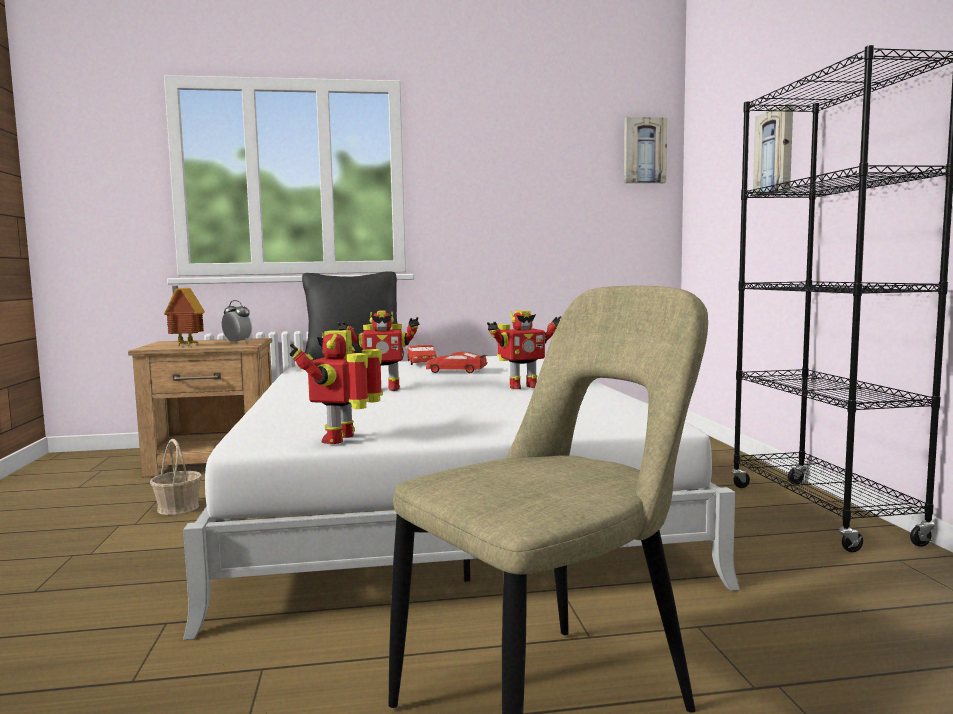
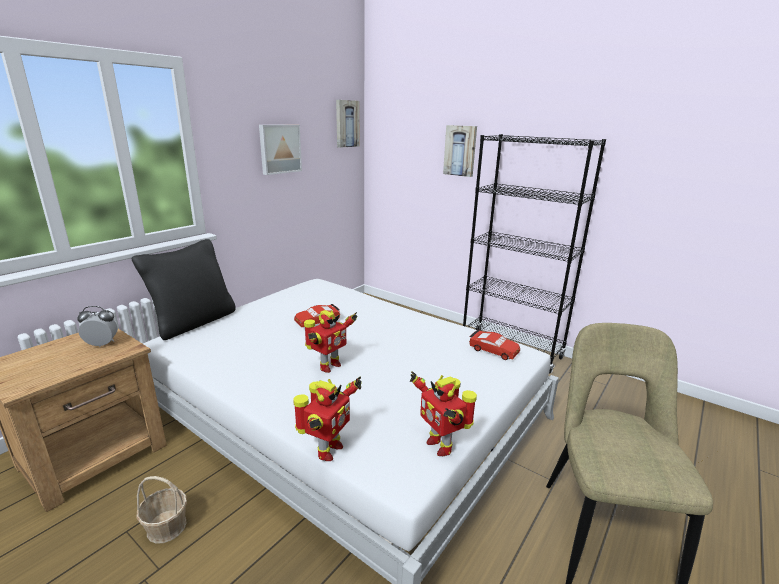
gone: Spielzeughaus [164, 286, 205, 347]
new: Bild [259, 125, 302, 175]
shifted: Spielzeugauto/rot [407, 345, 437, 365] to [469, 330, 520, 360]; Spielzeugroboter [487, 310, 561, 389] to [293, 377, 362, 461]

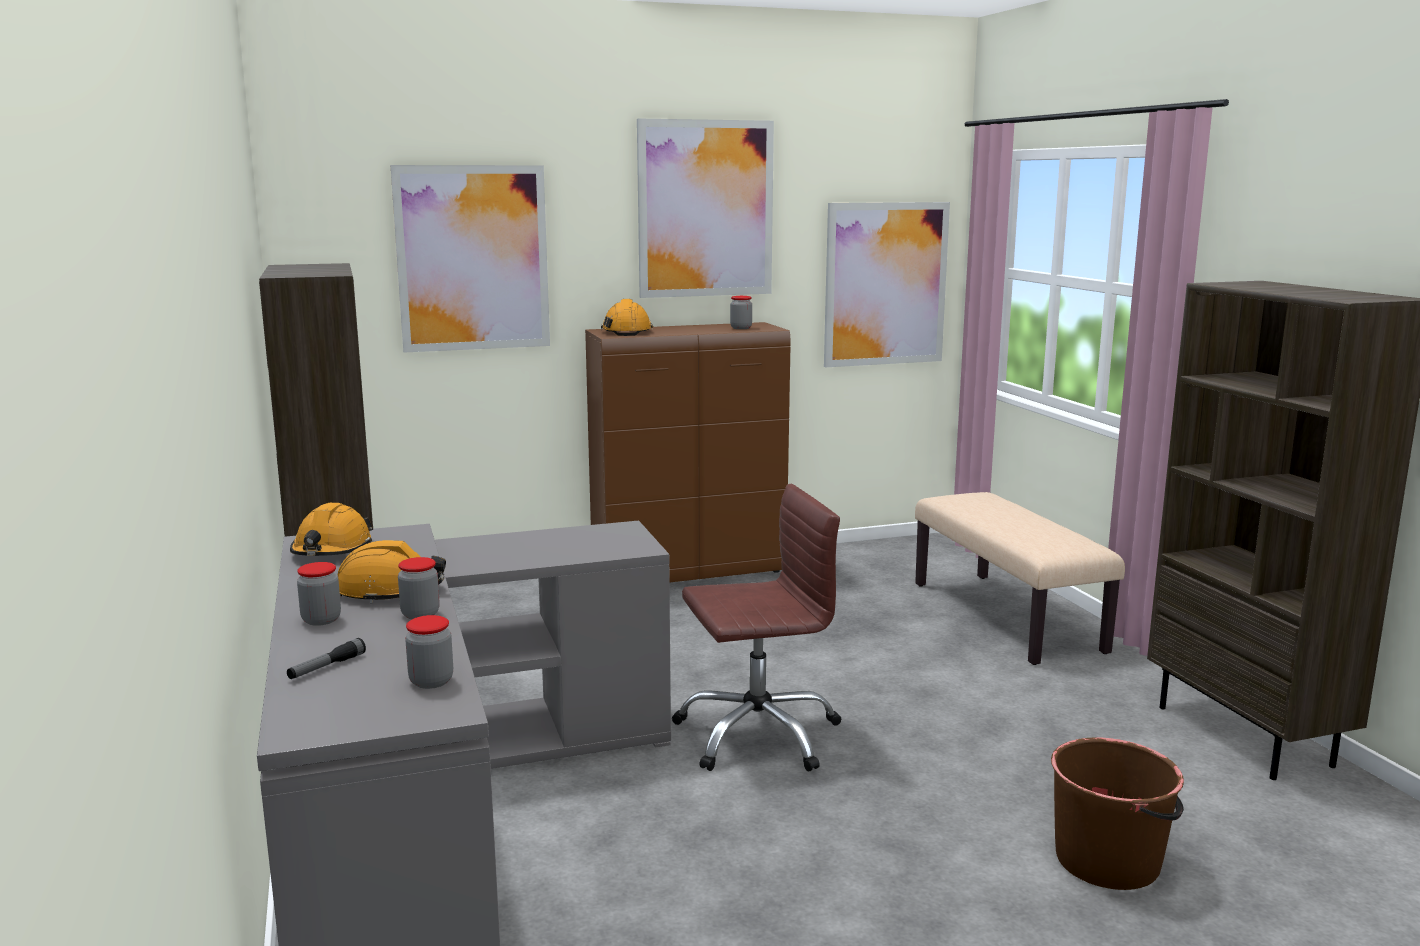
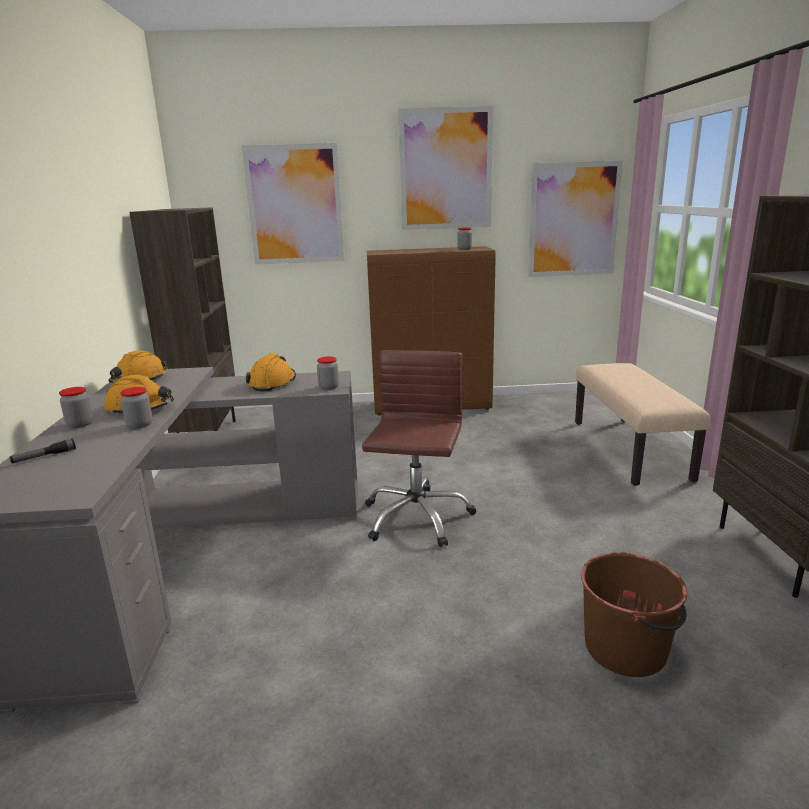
shifted: Vorratsglas [405, 615, 453, 689] to [317, 357, 339, 390]; Schutzhelm/orange [601, 299, 653, 336] to [246, 353, 296, 391]
rotated: Bürostuhl/braun [672, 484, 841, 772] = [362, 350, 476, 547] 75 degrees counterclockwise

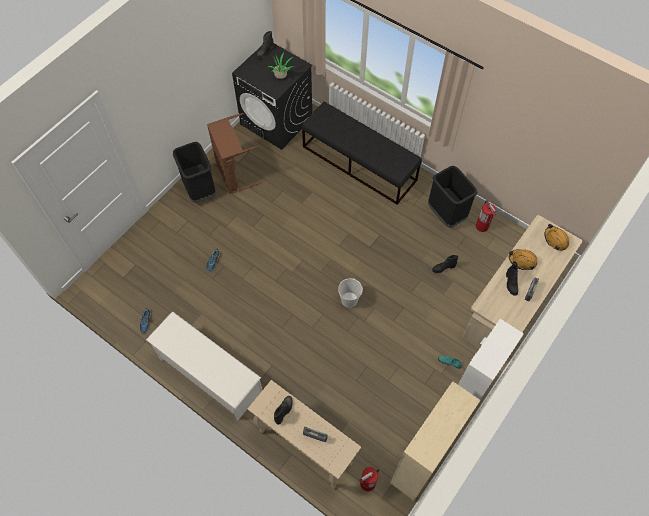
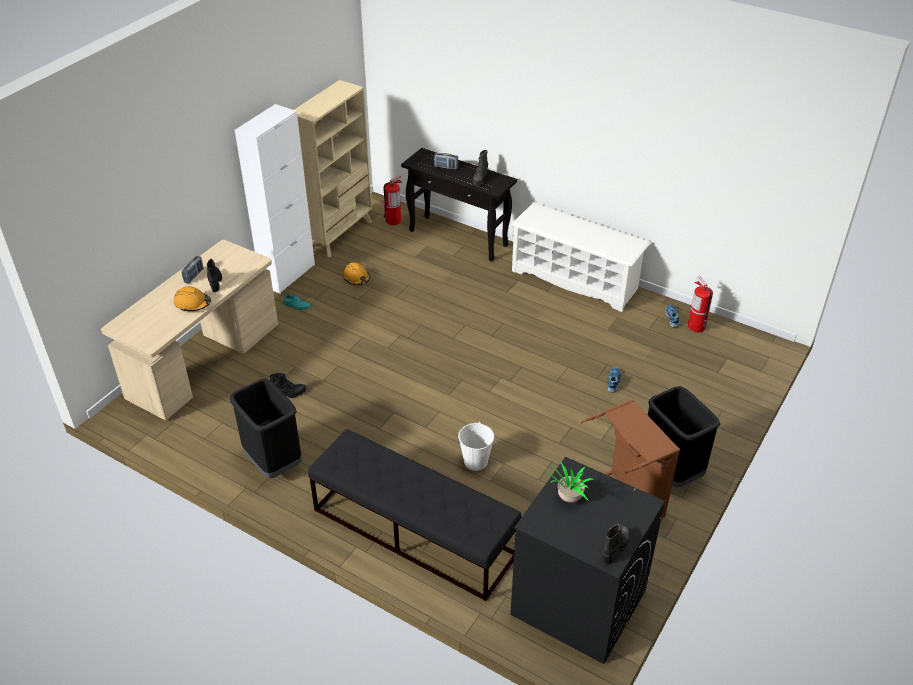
shifted: Eimer/weiß [338, 279, 363, 308] to [458, 422, 494, 471]; Feuerlöscher [476, 200, 496, 232] to [688, 276, 713, 332]; Schutzhelm/orange [544, 224, 569, 251] to [343, 262, 370, 285]
repainted: Konsolentisch/beige [248, 380, 361, 489] to Konsolentisch/schwarz [401, 148, 517, 261]

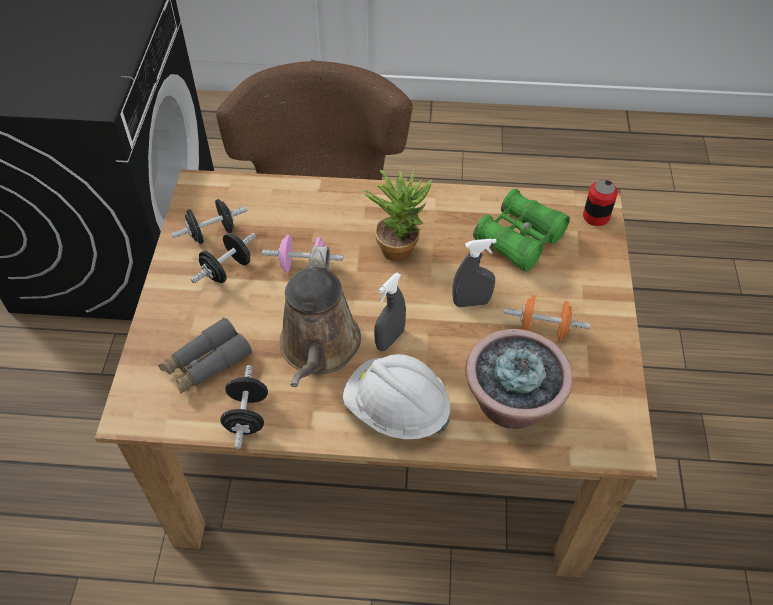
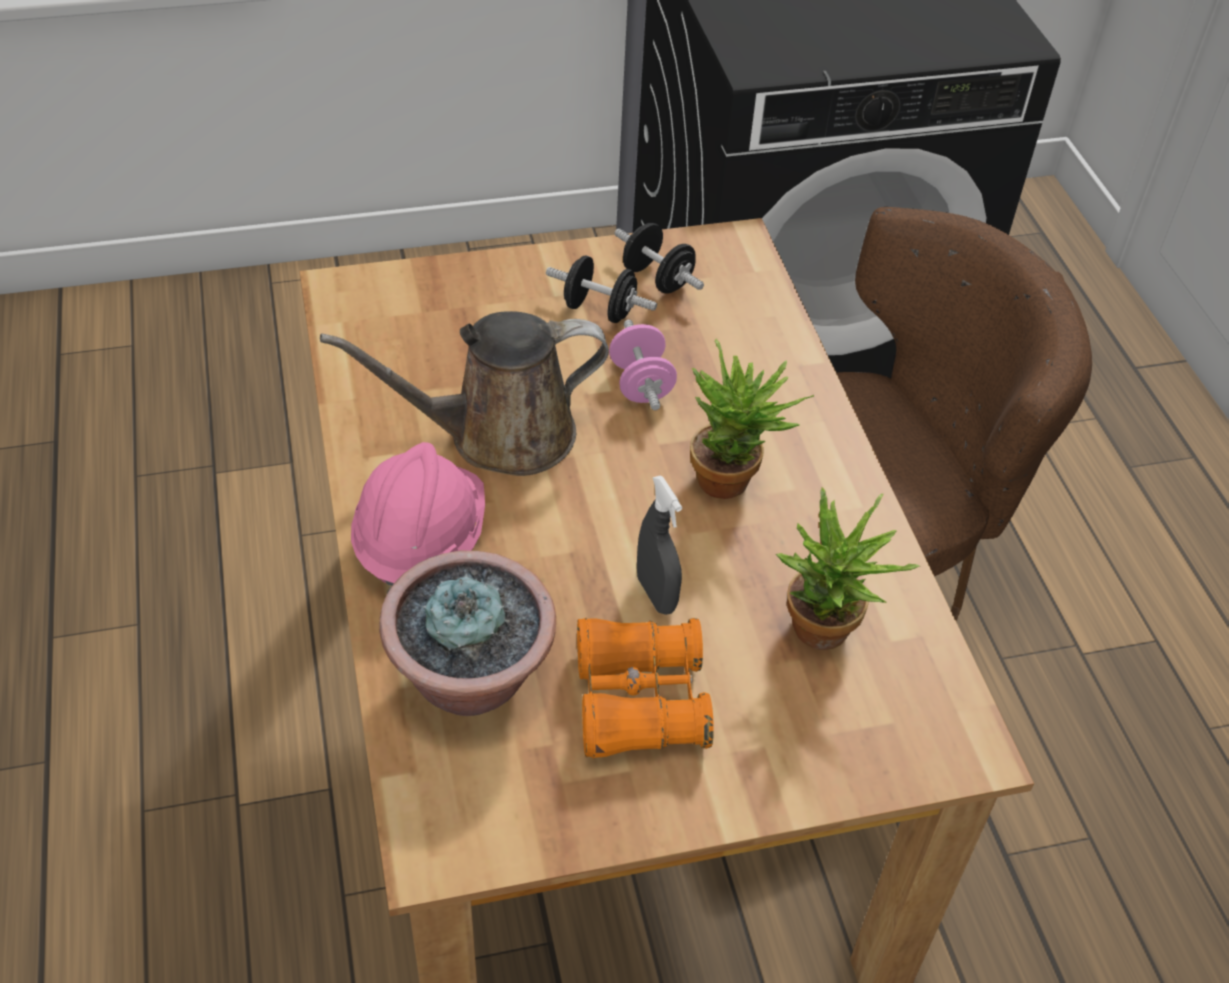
gone: Fernglas/grau [158, 318, 252, 394]; Hantel/schwarz [220, 365, 268, 449]; Sprühflasche/grau [374, 273, 406, 351]; Dose [583, 180, 618, 226]
swapped: Fernglas/grün [473, 189, 570, 272] to Topfpflanze [776, 488, 920, 650]; Hantel/orange [503, 295, 590, 340] to Fernglas/orange [577, 618, 714, 758]
repainted: Schutzhelm/weiß [343, 354, 451, 439] to Schutzhelm/rosa [351, 442, 485, 593]

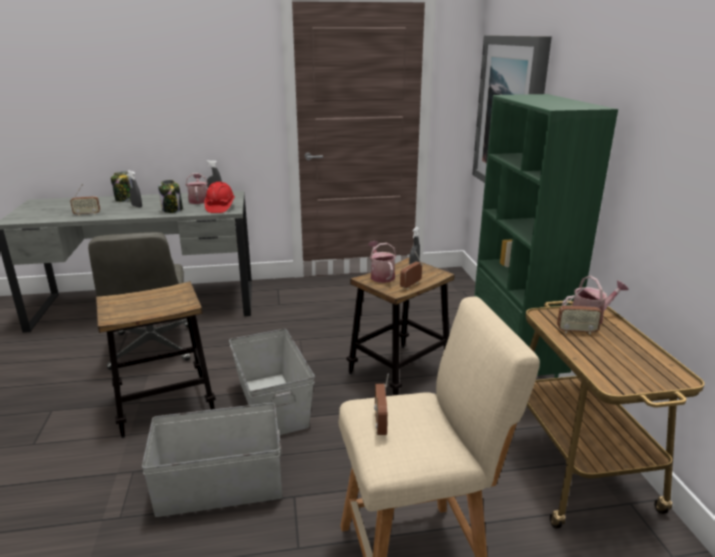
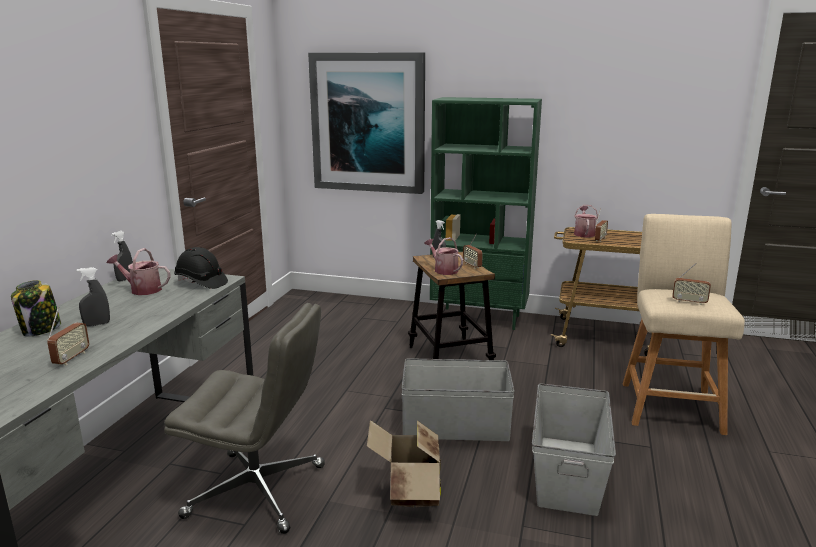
gone: Vorratsglas [158, 180, 183, 213]
swapped: Hocker [96, 281, 216, 438] to Karton [367, 420, 441, 507]
repainted: Schutzhelm/rot [204, 182, 235, 213] to Schutzhelm/schwarz [174, 247, 228, 289]
rotated: Gießkanne [368, 241, 397, 283] = [424, 237, 463, 275] 45 degrees clockwise

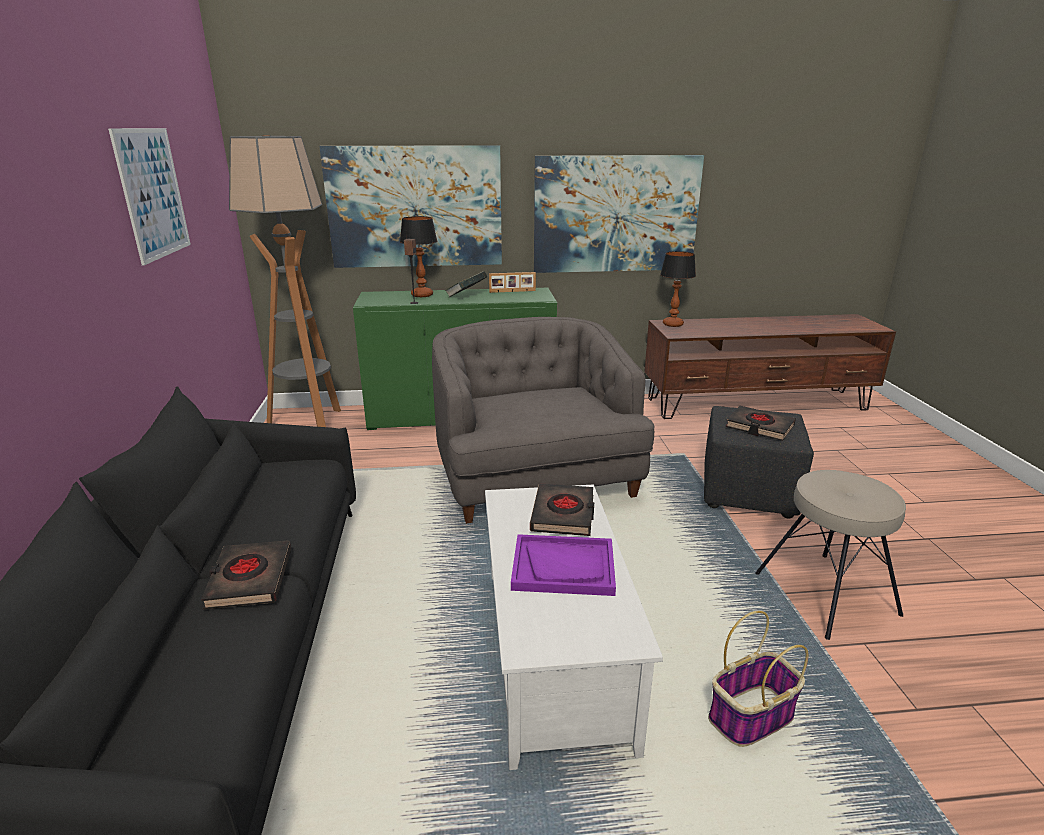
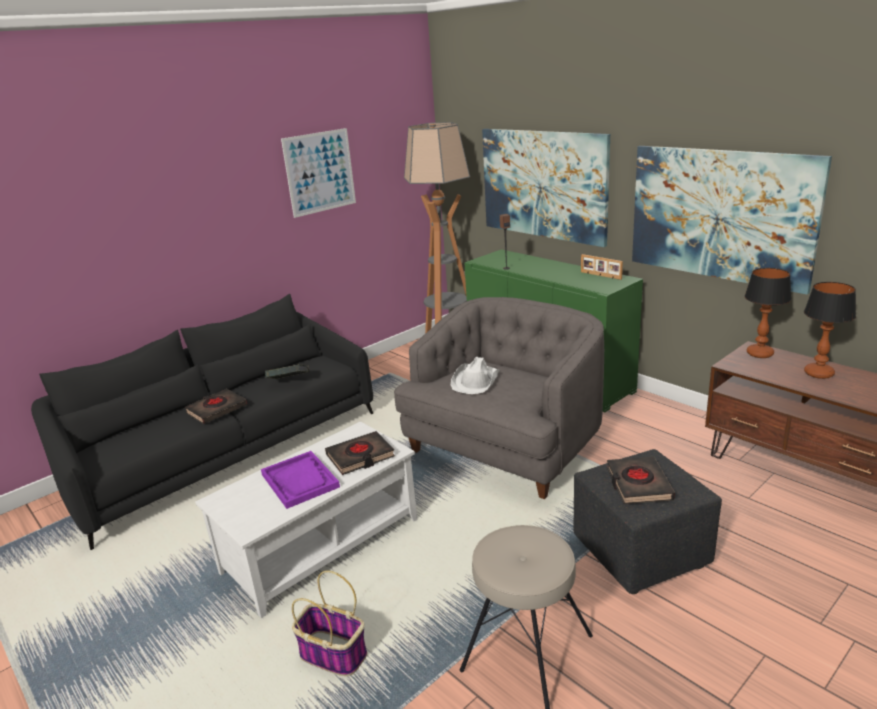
new: Hut/weiß [451, 357, 500, 394]
shifted: Tischlampe [400, 216, 437, 297] to [804, 282, 856, 379]; Buch [445, 271, 487, 297] to [265, 364, 310, 379]

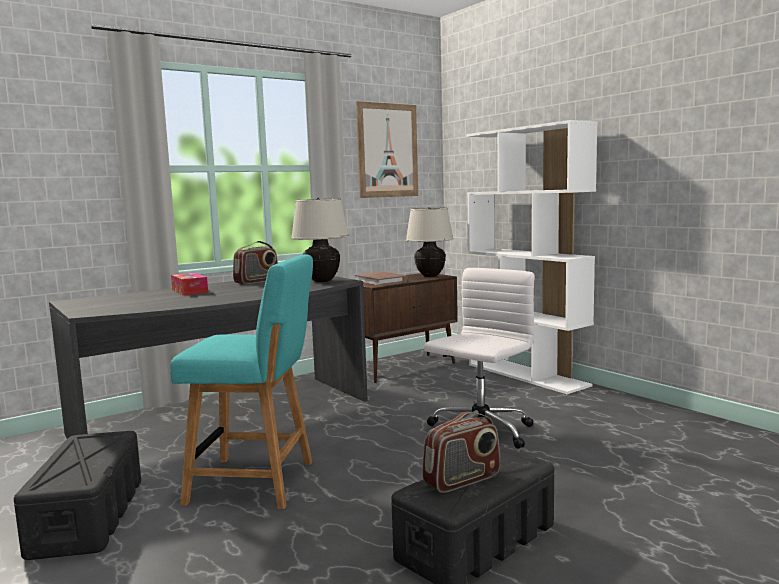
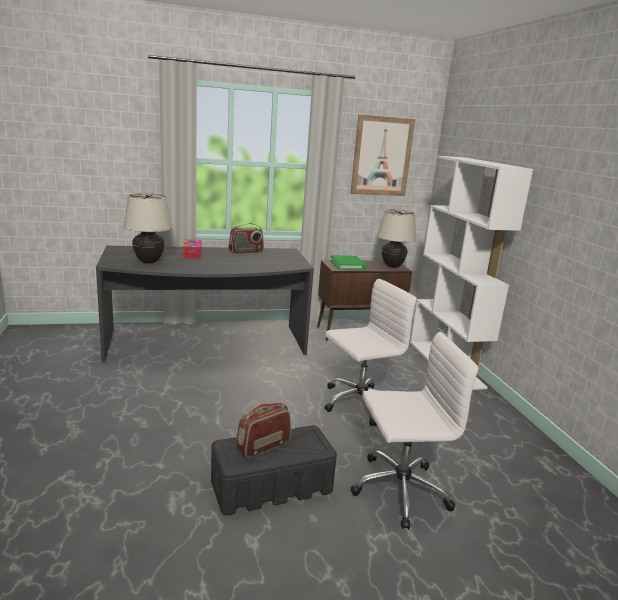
gone: Aufbewahrungsbox/schwarz [14, 431, 141, 560]; Stuhl/türkis [170, 254, 313, 509]
new: Bürostuhl/weiß [351, 332, 478, 530]
shifted: Tischlampe/beige [291, 198, 349, 282] to [123, 193, 172, 264]
repainted: Buch/braun [355, 271, 408, 286] to Buch/grün [330, 255, 367, 270]
rotated: Radio [422, 412, 501, 493] = [236, 403, 291, 458] 150 degrees clockwise

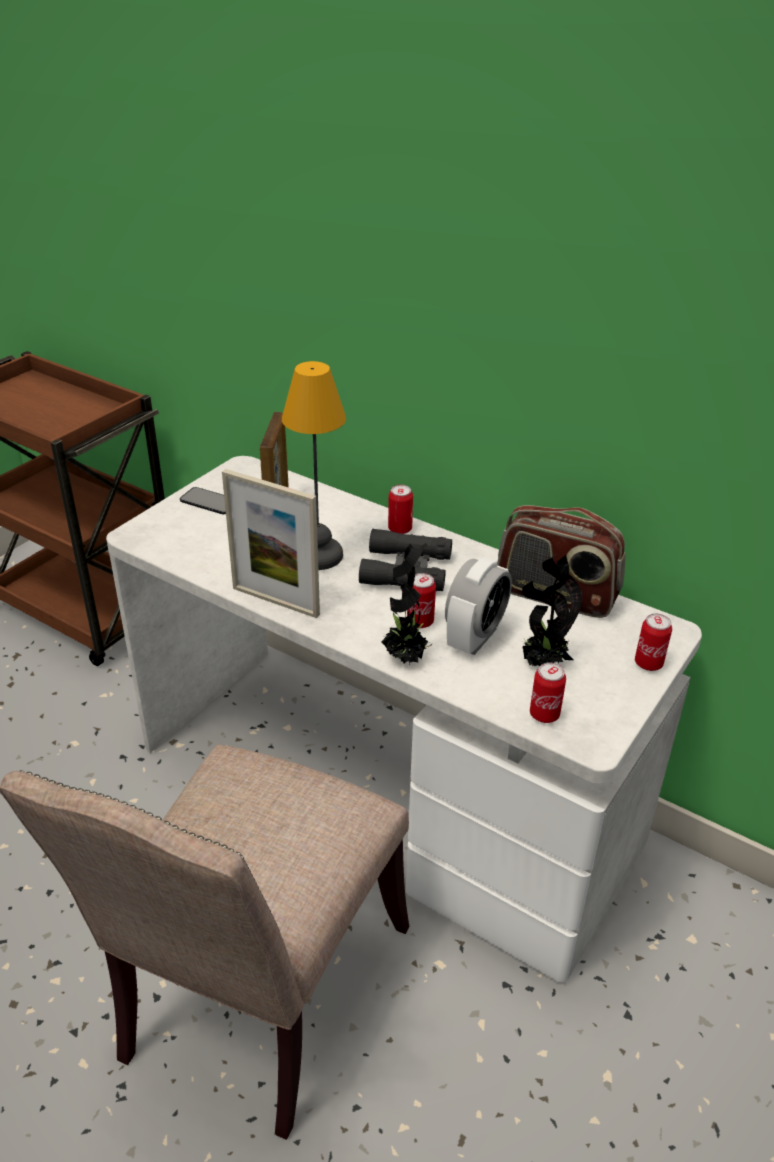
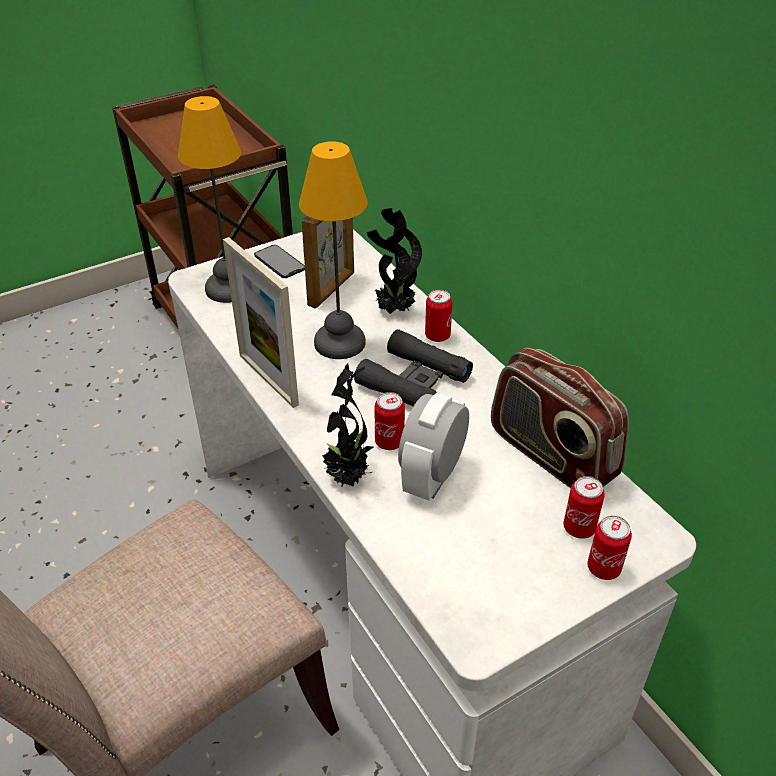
new: Tischlampe [178, 96, 241, 303]
shifted: Topfpflanze [522, 554, 582, 666] to [367, 208, 422, 314]; Dose [530, 662, 566, 723] to [563, 476, 605, 539]
rotated: Wecker [445, 557, 512, 655] = [398, 392, 469, 501] 150 degrees clockwise

